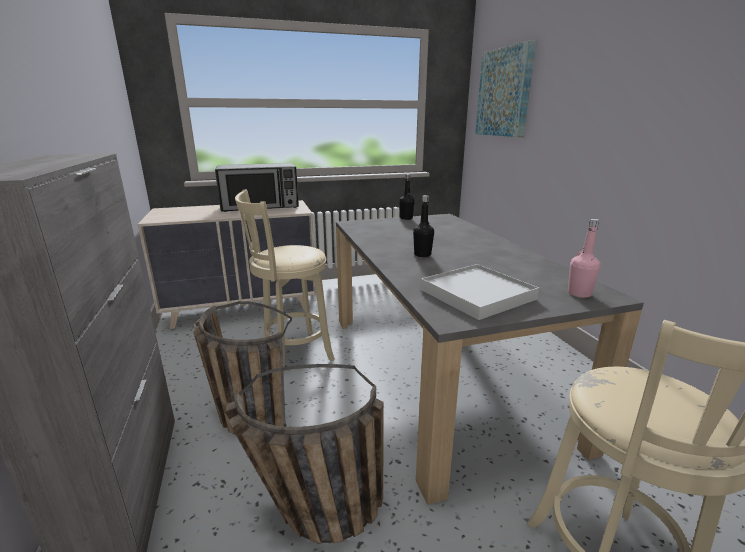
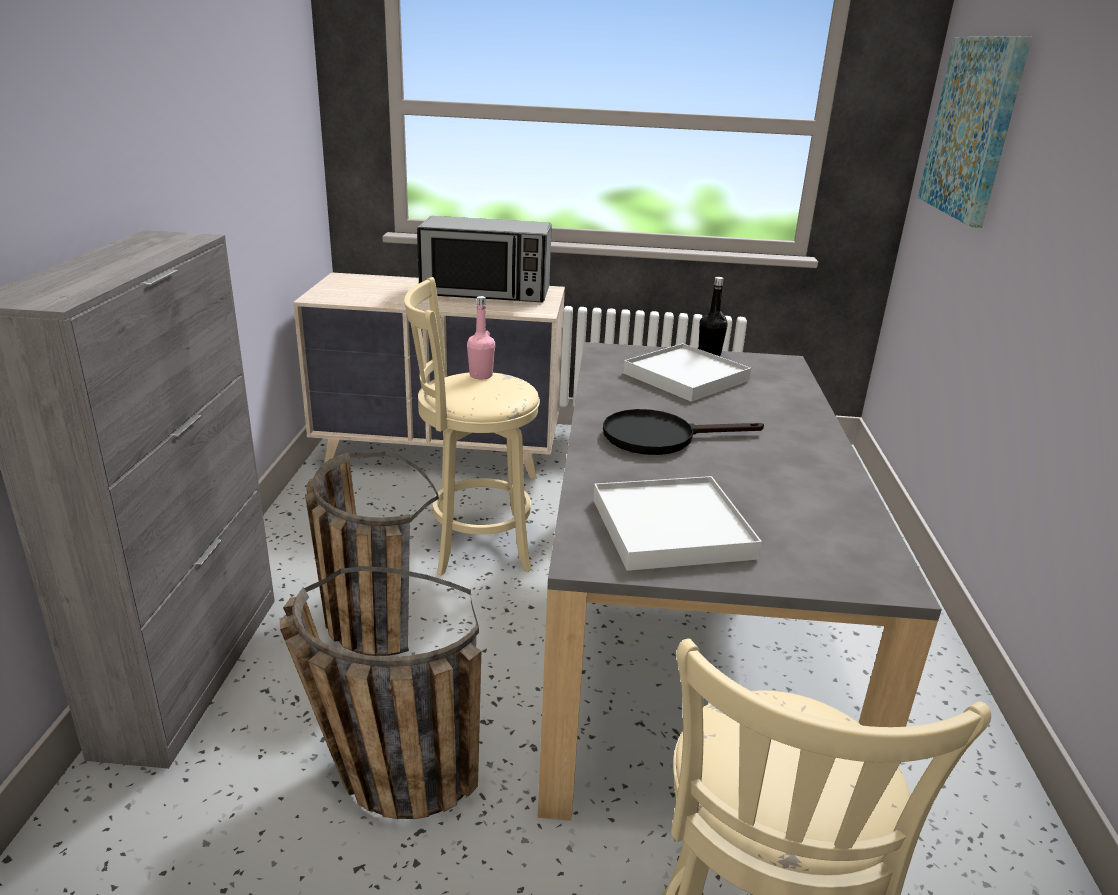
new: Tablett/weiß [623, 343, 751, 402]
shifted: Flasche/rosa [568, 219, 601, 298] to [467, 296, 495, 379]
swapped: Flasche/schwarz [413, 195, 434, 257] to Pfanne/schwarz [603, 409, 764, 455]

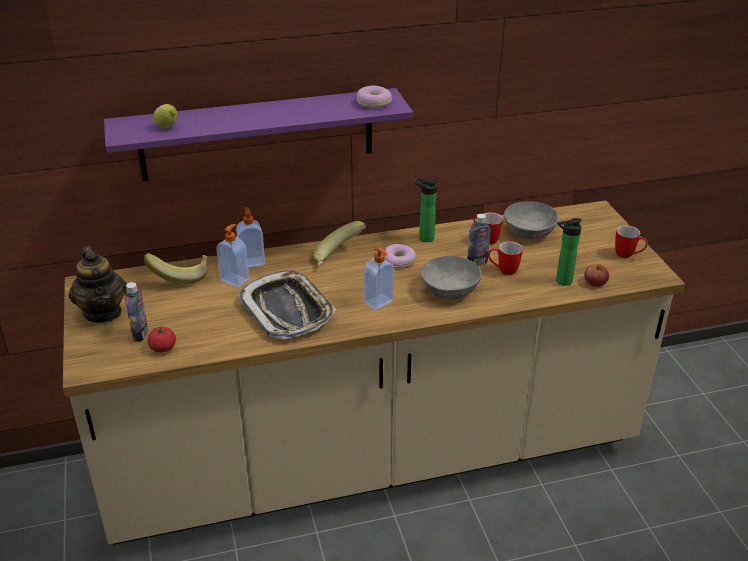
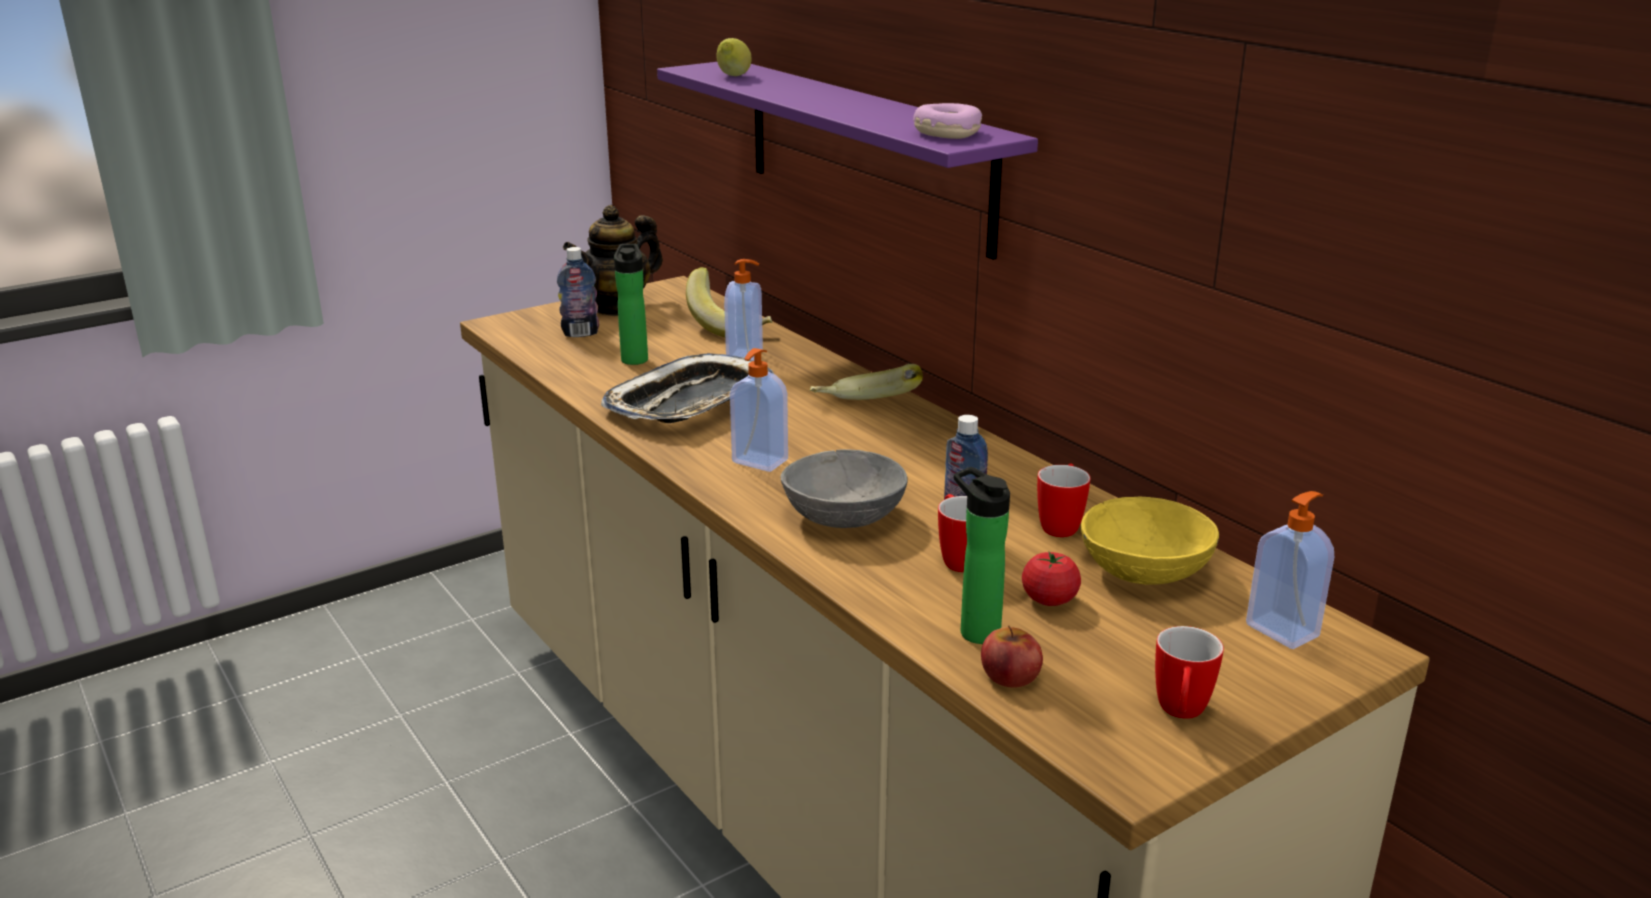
gone: Donut [384, 244, 416, 269]
shifted: Tomate [147, 327, 176, 353] to [1022, 552, 1081, 606]; Seifenspender [236, 207, 265, 268] to [1246, 491, 1334, 649]; Flasche [415, 178, 438, 242] to [614, 244, 648, 365]
repainted: Schüssel/grau [504, 201, 559, 239] to Schüssel/gelb [1081, 497, 1219, 585]

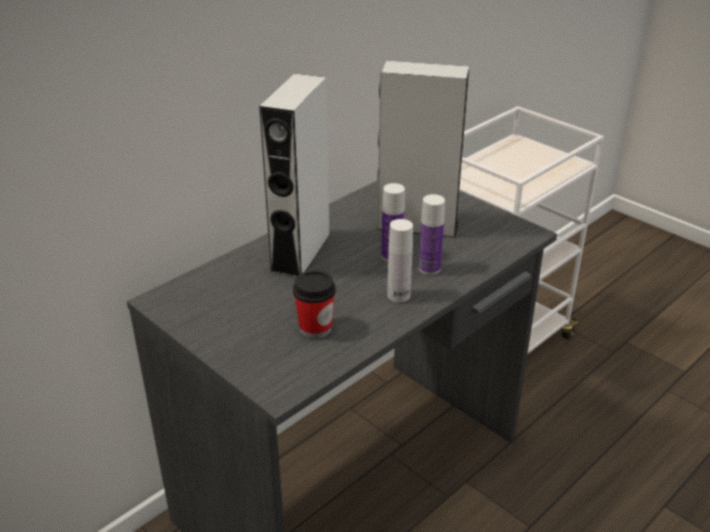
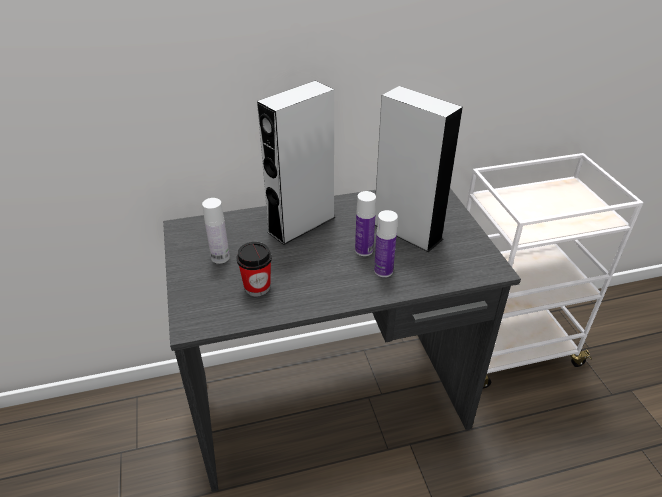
shifted: Flasche/weiß [387, 219, 413, 302] to [202, 198, 230, 264]

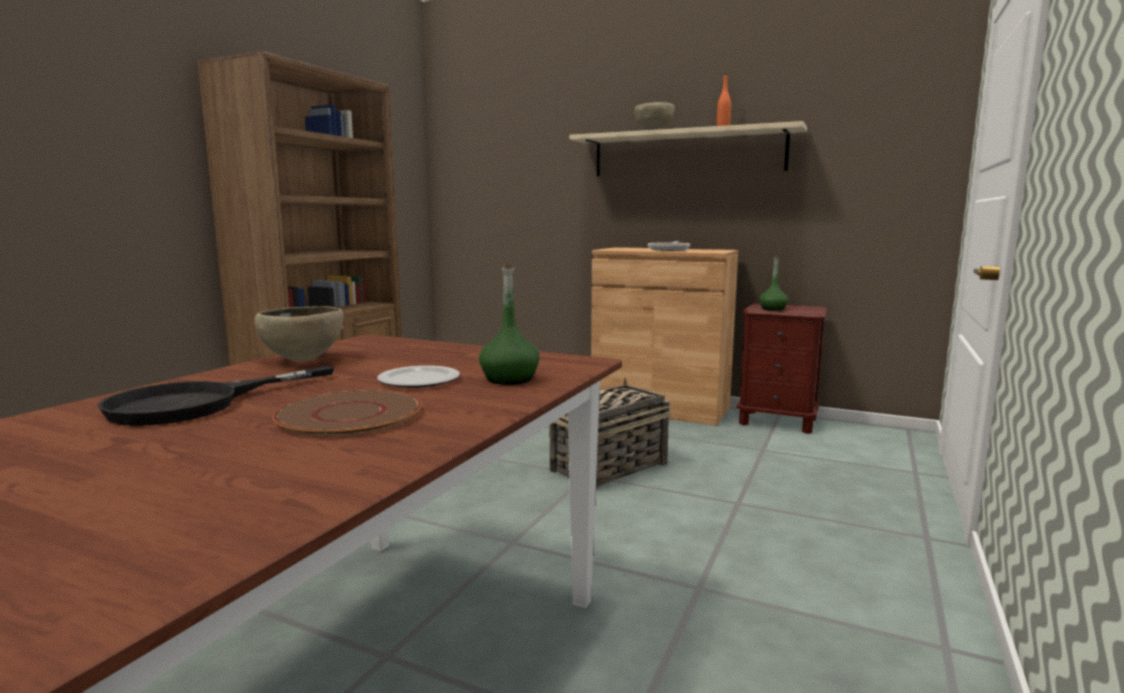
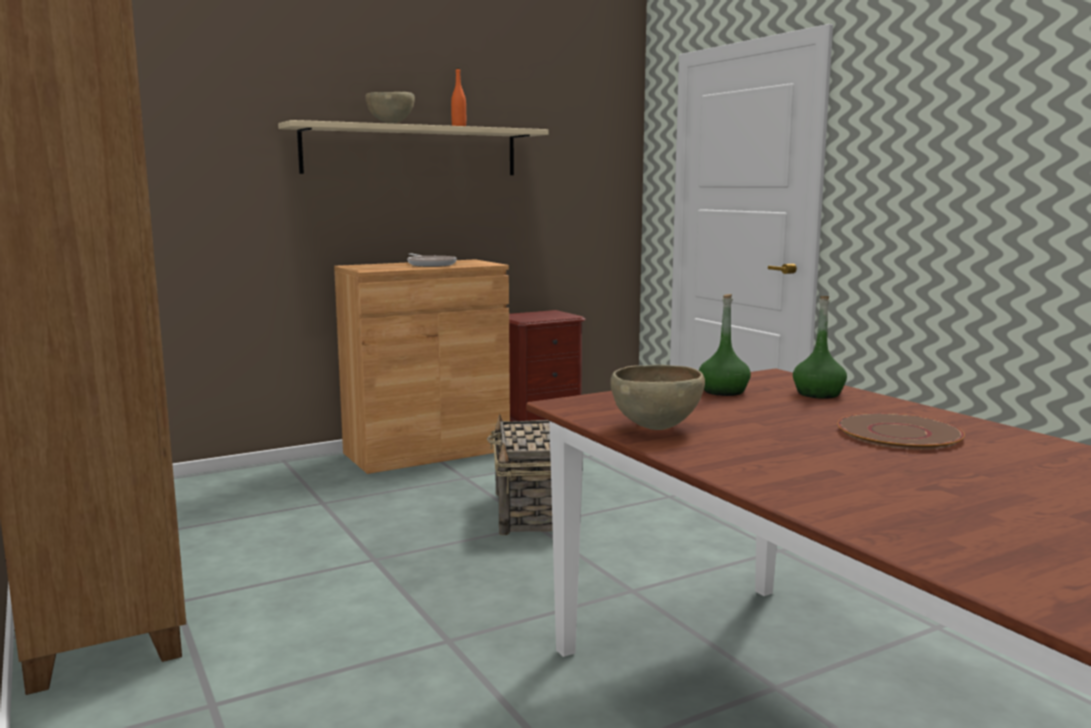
gone: Pfanne/schwarz [97, 366, 334, 426]; Teller [377, 366, 460, 388]
shifted: Flasche/grün [759, 256, 788, 311] to [699, 294, 751, 396]

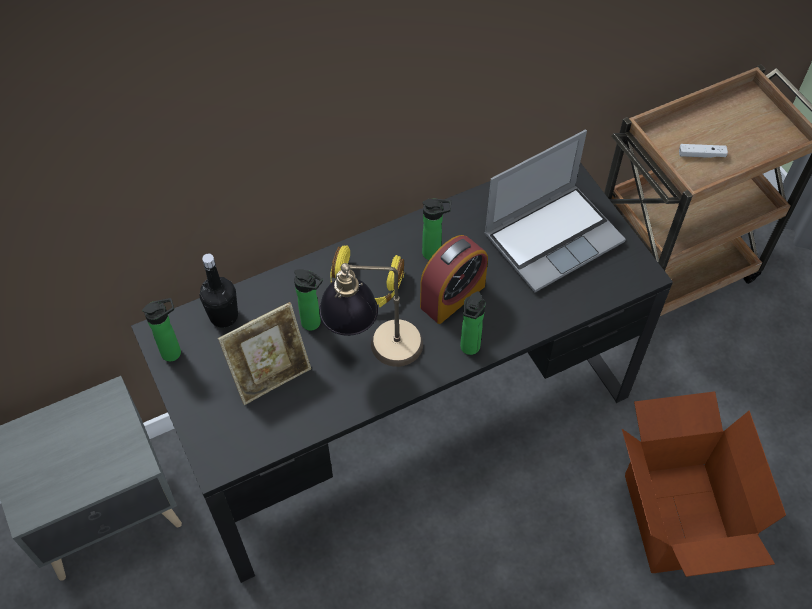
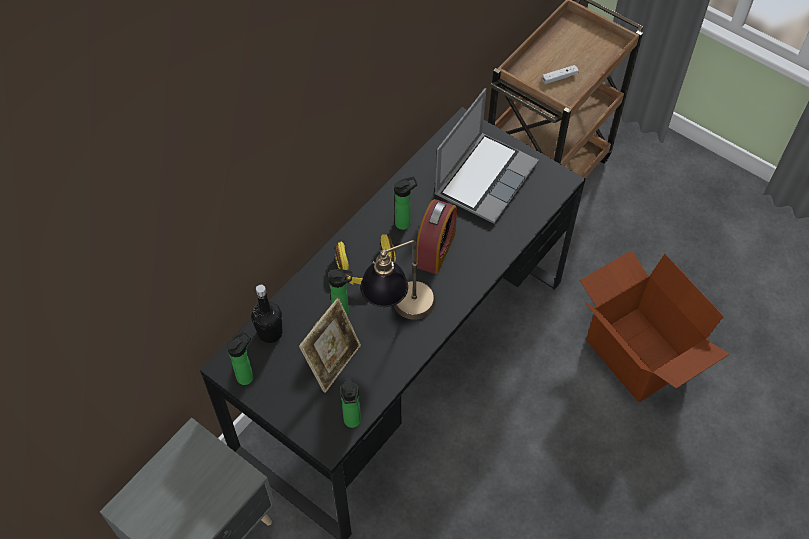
shifted: Flasche [460, 291, 485, 355] to [340, 378, 361, 428]

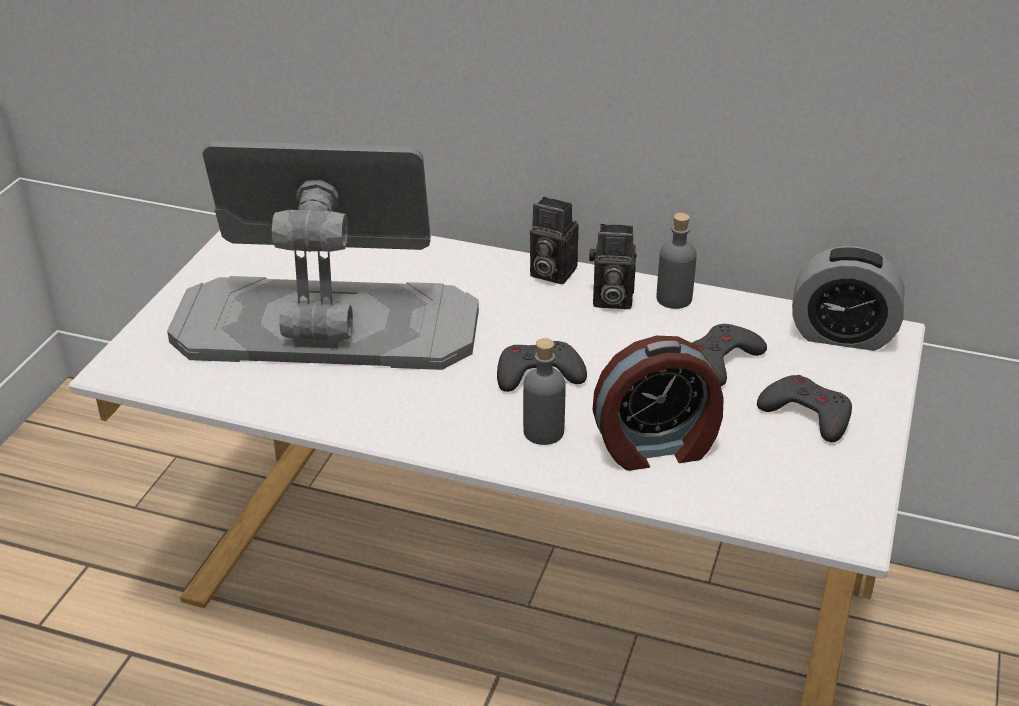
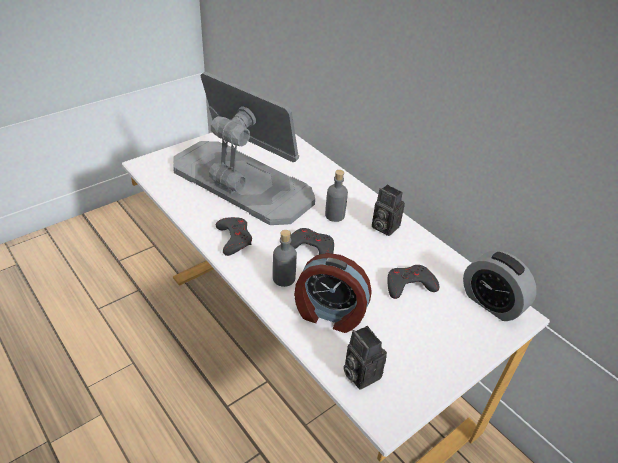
shifted: Kamera [530, 197, 579, 284] to [343, 326, 387, 389]; Flasche/grau [656, 213, 697, 309] to [325, 170, 348, 222]; Gamepad/grau [757, 375, 852, 442] to [216, 217, 252, 256]

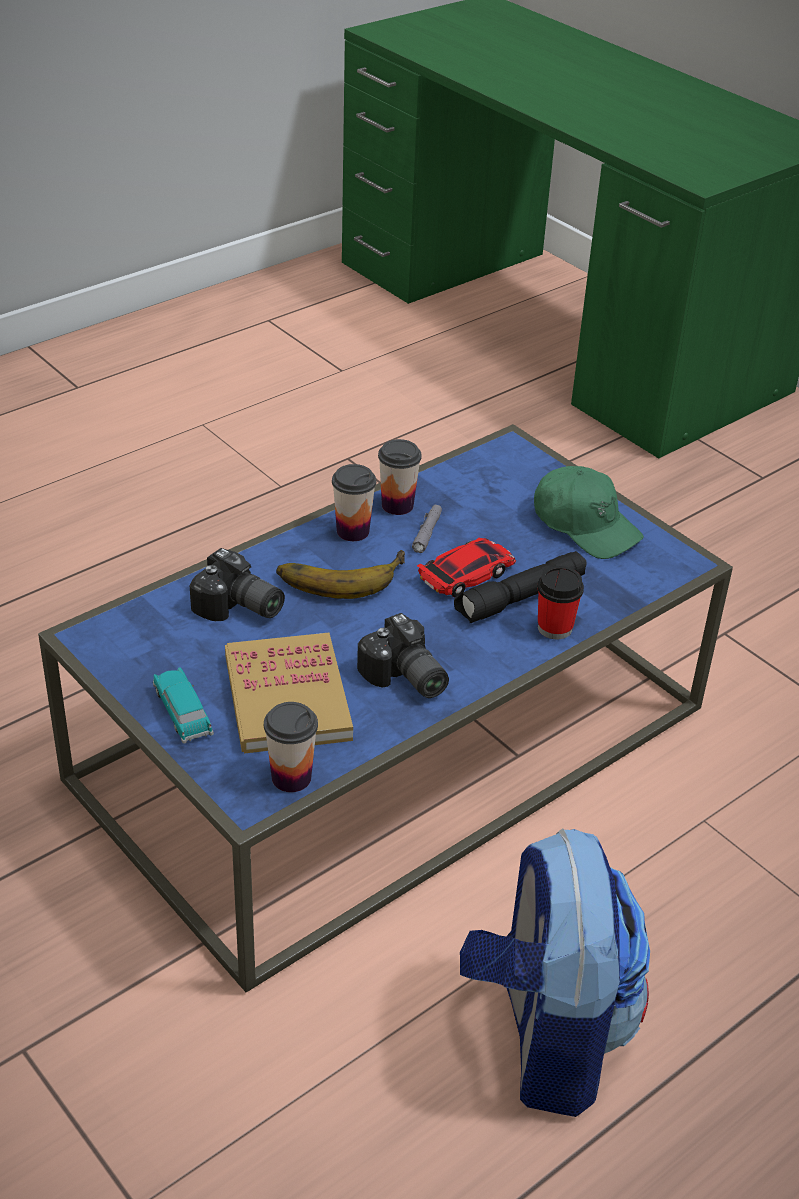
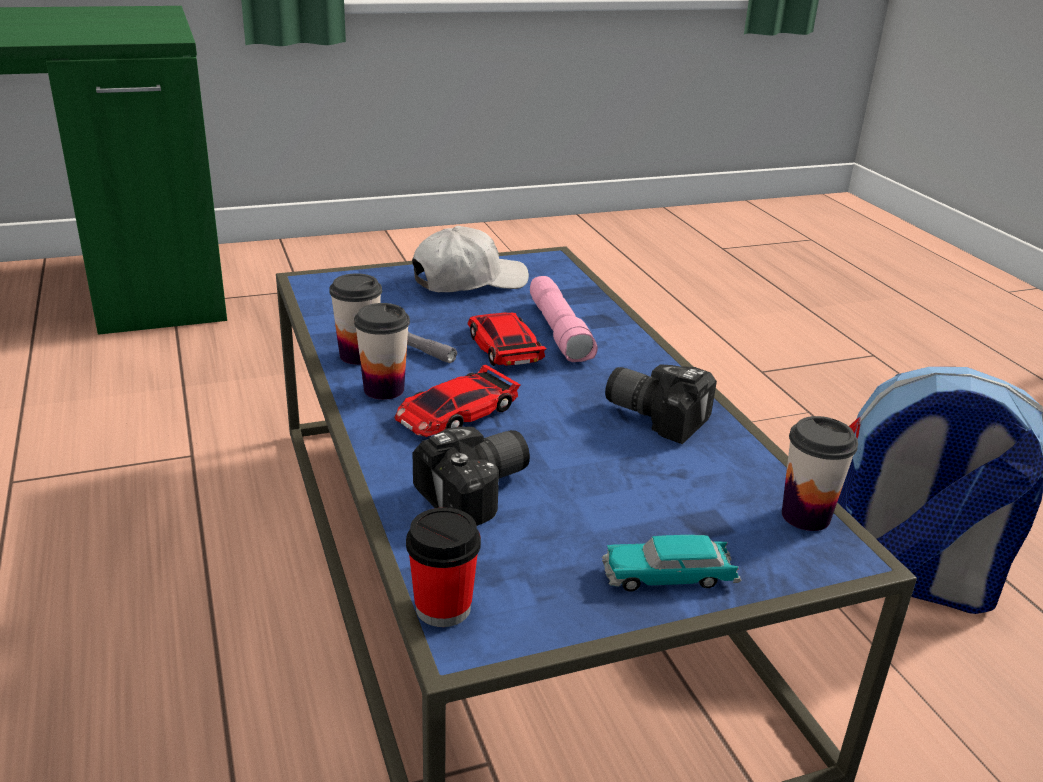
gone: Buch [225, 633, 353, 754]
shifted: Tasse [537, 566, 584, 639] to [406, 507, 481, 627]
swapped: Banane [276, 550, 405, 599] to Spielzeugauto [394, 365, 521, 437]
repainted: Taschenlampe/schwarz [454, 551, 587, 623] to Taschenlampe/rosa [530, 276, 598, 362]; Kappe/grün [534, 466, 644, 559] to Kappe/weiß [412, 226, 529, 292]
rotated: Kamera [357, 613, 449, 698] = [605, 364, 717, 444] 135 degrees counterclockwise

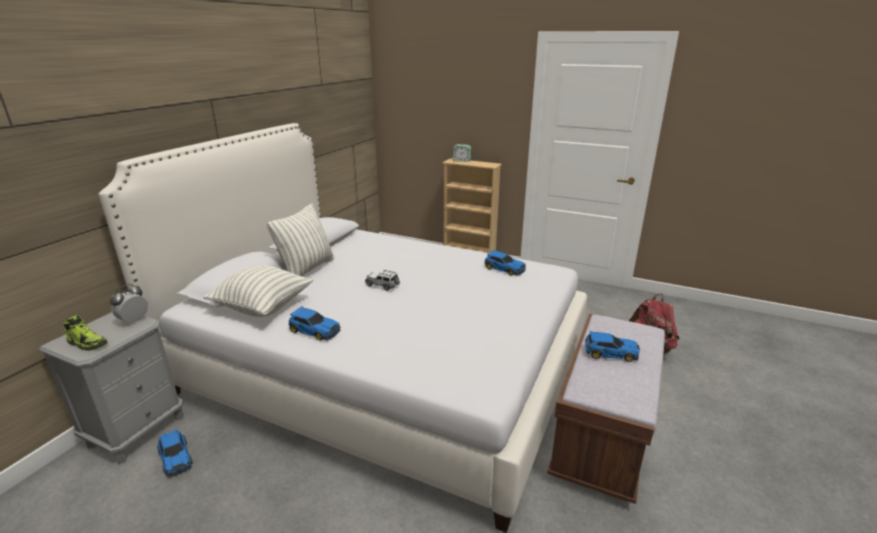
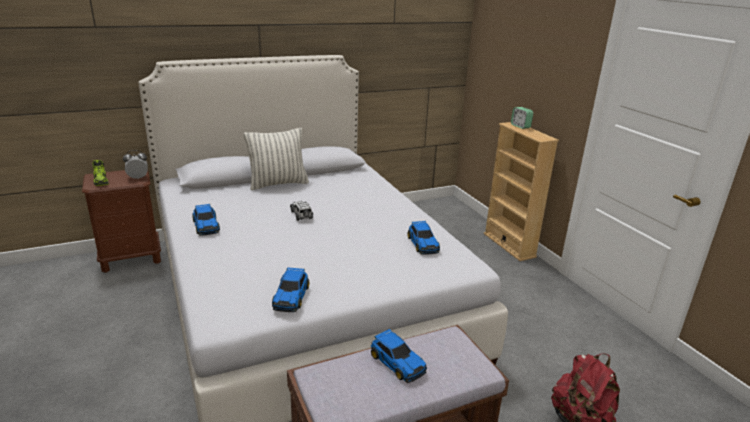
gone: Kissen [204, 265, 313, 317]
shifted: Spielzeugauto [157, 429, 193, 478] to [272, 267, 309, 312]
repainted: Nachttisch/grau [39, 312, 184, 464] to Nachttisch/braun [82, 170, 161, 273]

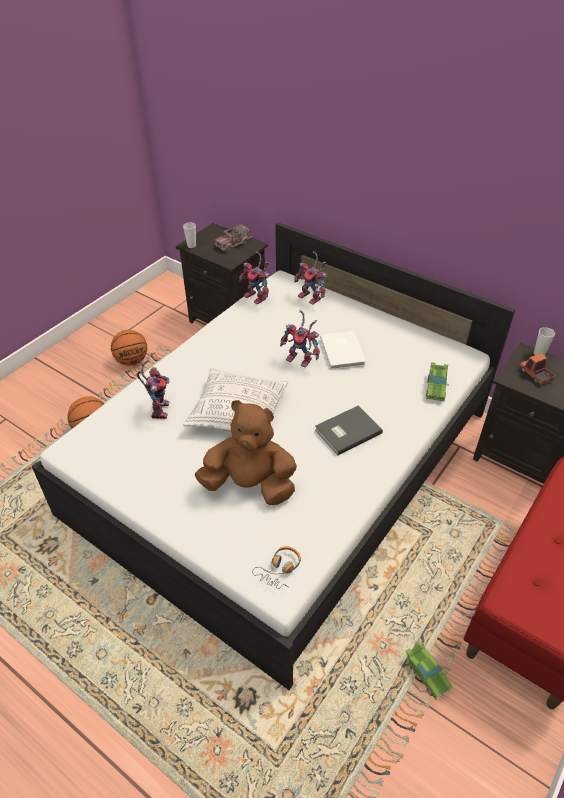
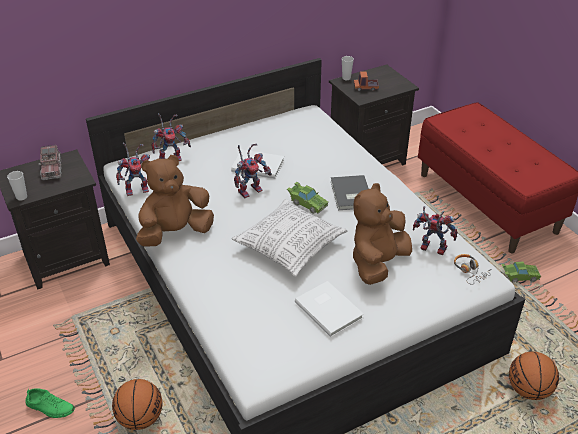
new: Schuh/grün [25, 389, 75, 418]; Plüschtier/braun [136, 155, 214, 247]; Buch/weiß [295, 281, 364, 337]
shifted: Basketball [111, 330, 147, 366] to [509, 352, 559, 400]; Spielzeugroboter [136, 360, 170, 419] to [413, 206, 458, 255]; Spielzeugauto/grün [426, 362, 449, 401] to [287, 182, 329, 214]

